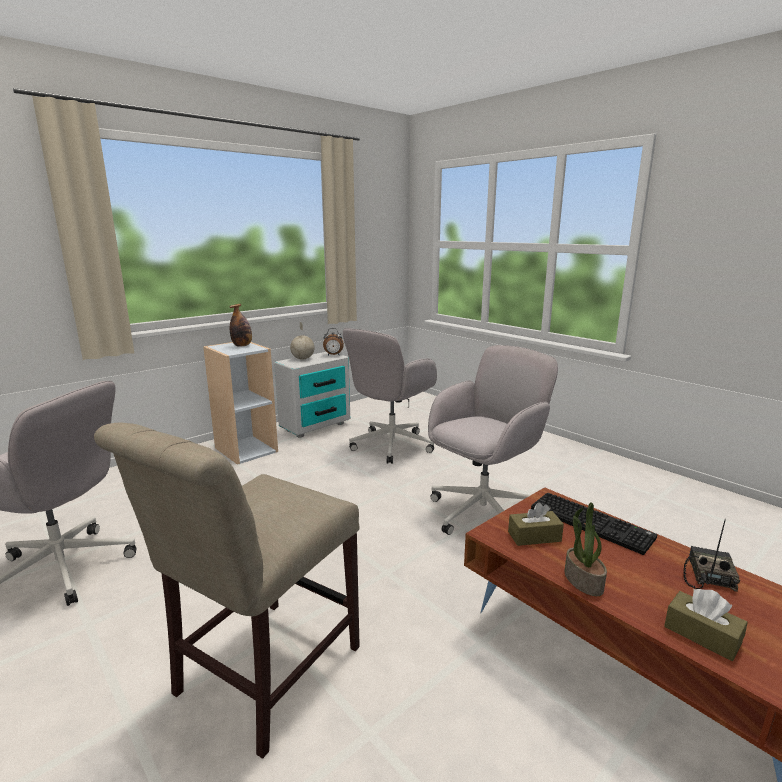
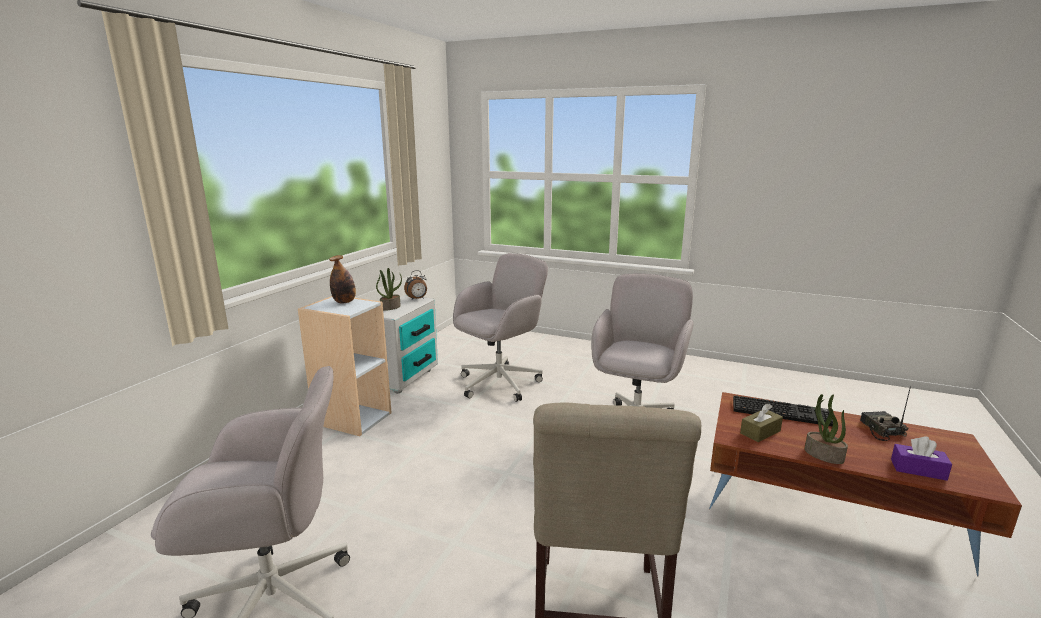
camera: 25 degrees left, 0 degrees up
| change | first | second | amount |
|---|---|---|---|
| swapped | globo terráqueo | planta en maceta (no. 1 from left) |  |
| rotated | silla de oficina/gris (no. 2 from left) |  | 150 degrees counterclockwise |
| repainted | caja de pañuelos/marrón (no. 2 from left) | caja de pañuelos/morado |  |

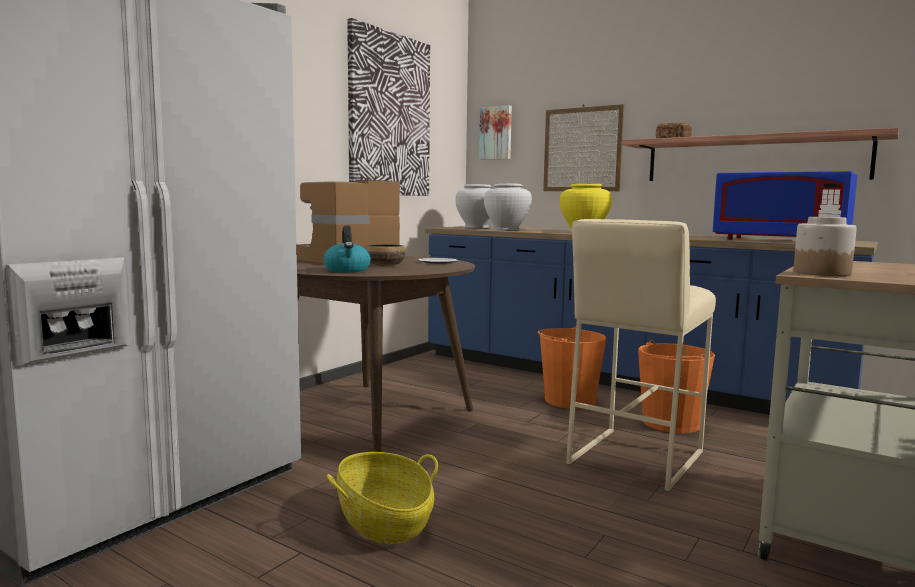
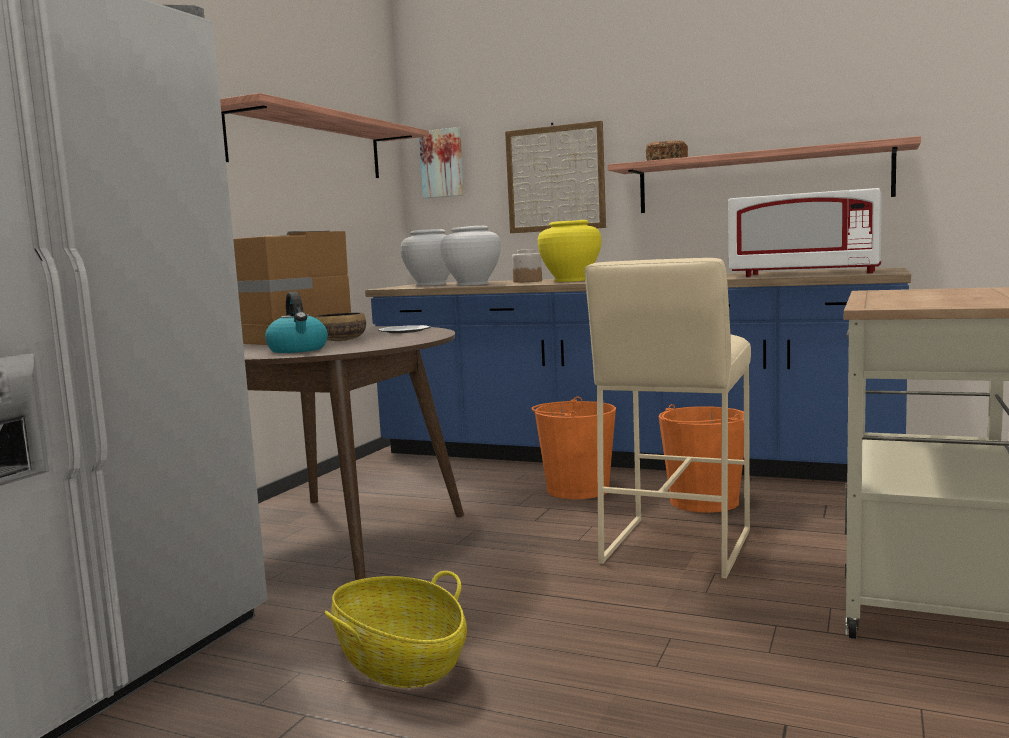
camera: 10 degrees left, 0 degrees up
| change | first | second | amount |
|---|---|---|---|
| swapped | cuadro (no. 1 from left) | estante (no. 1 from left) |  |
| repainted | microondas/azul | microondas/blanco |  |
| shifted | tarro |  |  |

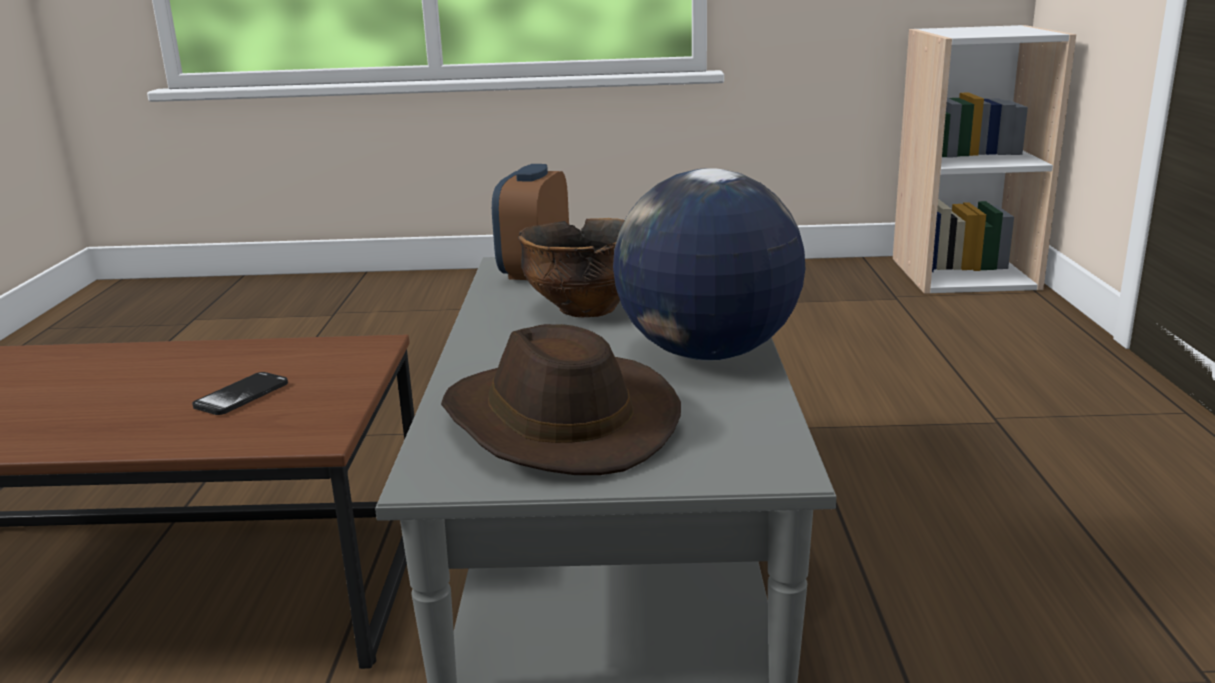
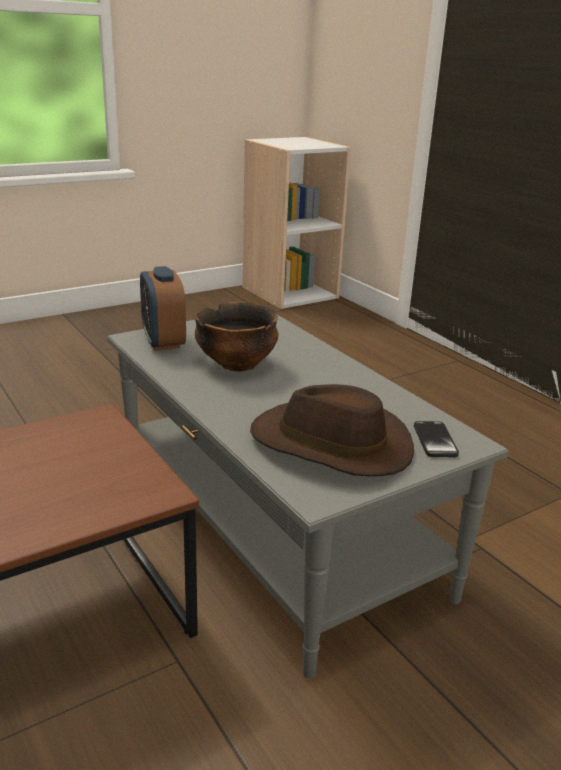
camera: 35 degrees left, 5 degrees up
| change | first | second | amount |
|---|---|---|---|
| gone | globo terráqueo |  |  |
| shifted | móvil |  |  |

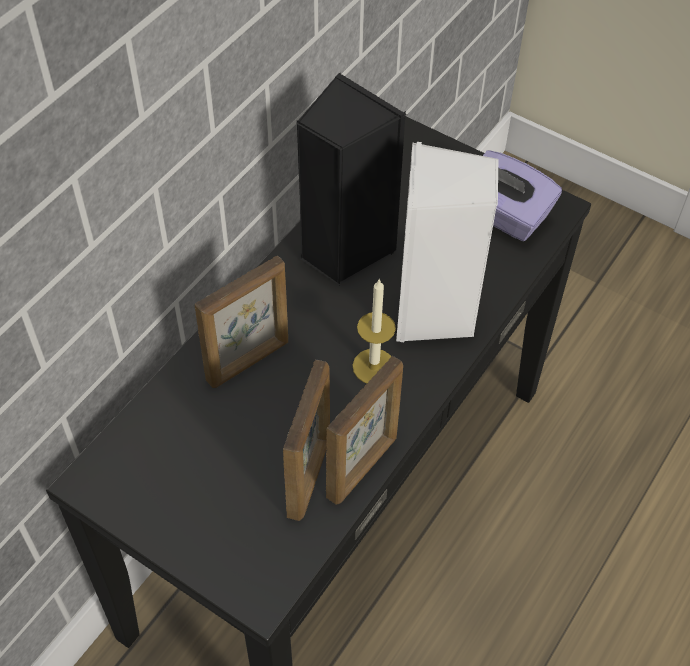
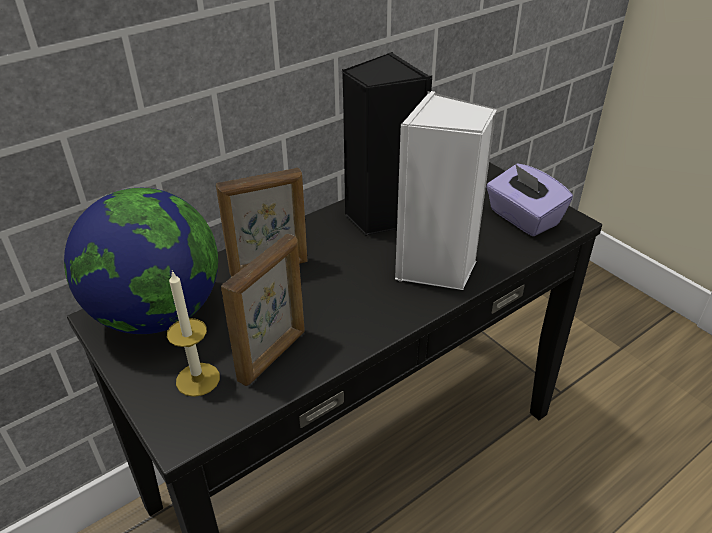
camera: 20 degrees right, 15 degrees down
| change | first | second | amount |
|---|---|---|---|
| shifted | vela |  |  |
| gone | portarretratos (no. 3 from left) |  |  |
| new |  | globo terráqueo |  |

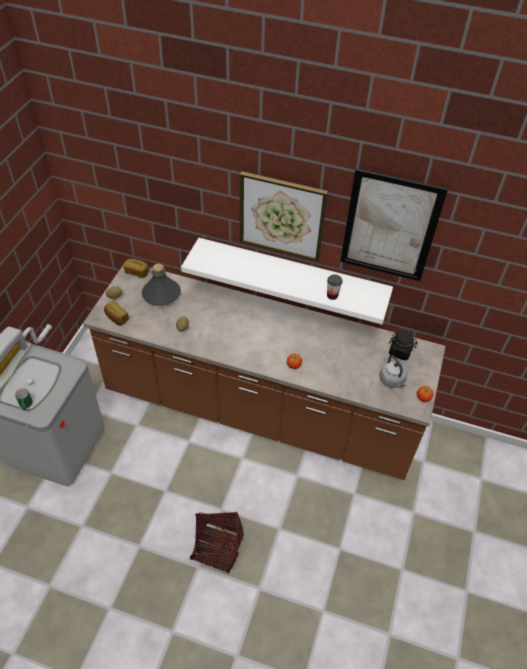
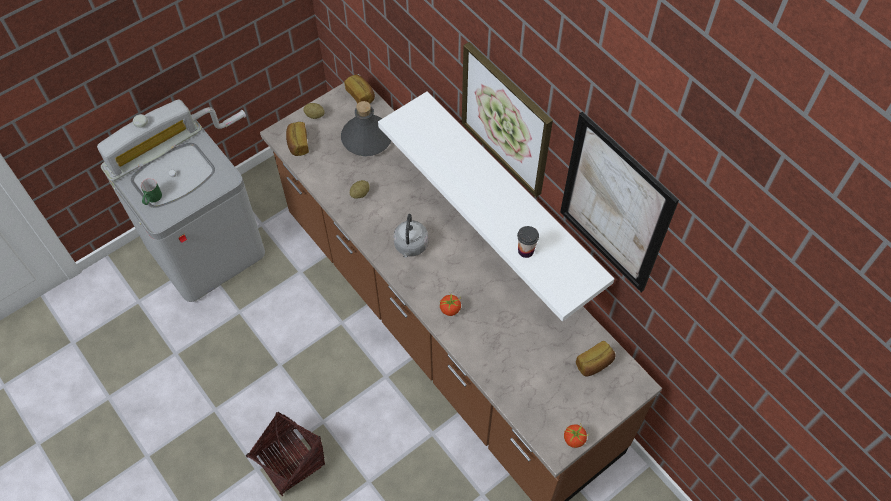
camera: 35 degrees right, 10 degrees up
| change | first | second | amount |
|---|---|---|---|
| swapped | tarro/negro | pan (no. 3 from left) |  |
| shifted | hervidor/gris |  |  |

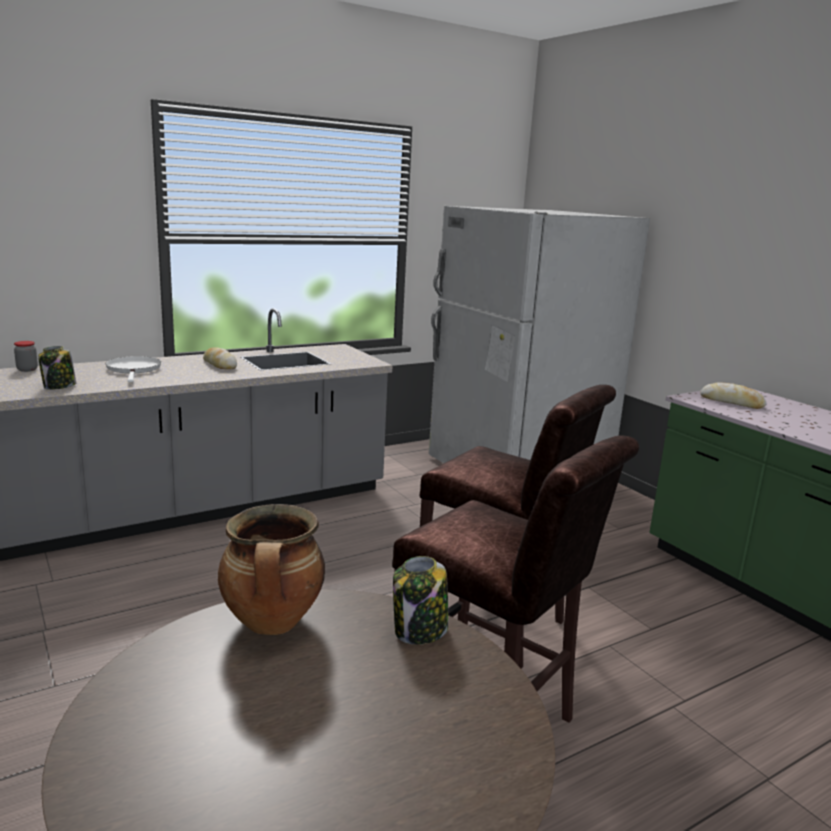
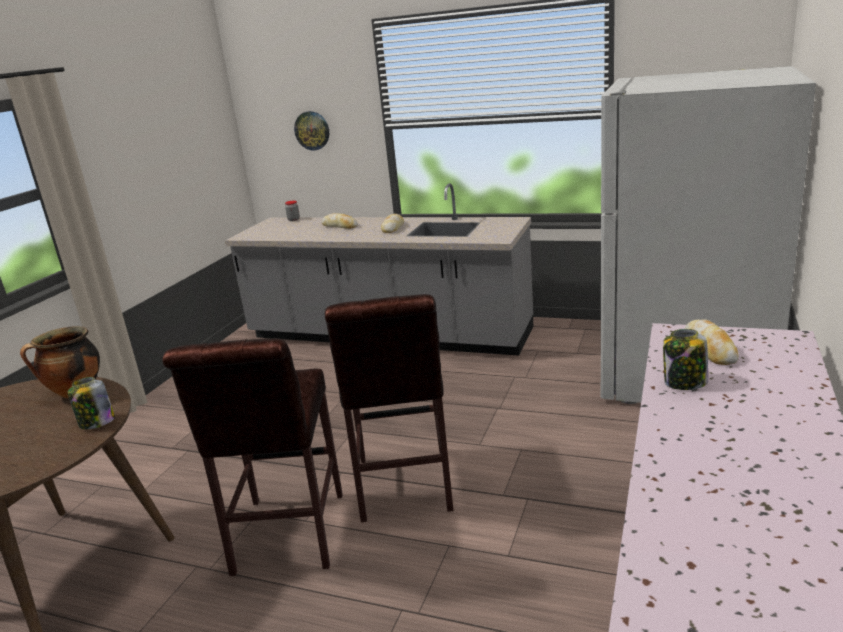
camera: 55 degrees right, 5 degrees up
| change | first | second | amount |
|---|---|---|---|
| shifted | tarro (no. 2 from left in the first image) | tarro (no. 3 from left) |  |
| swapped | sartén/blanco | pan (no. 1 from left) |  |
| new |  | reloj de pared |  |

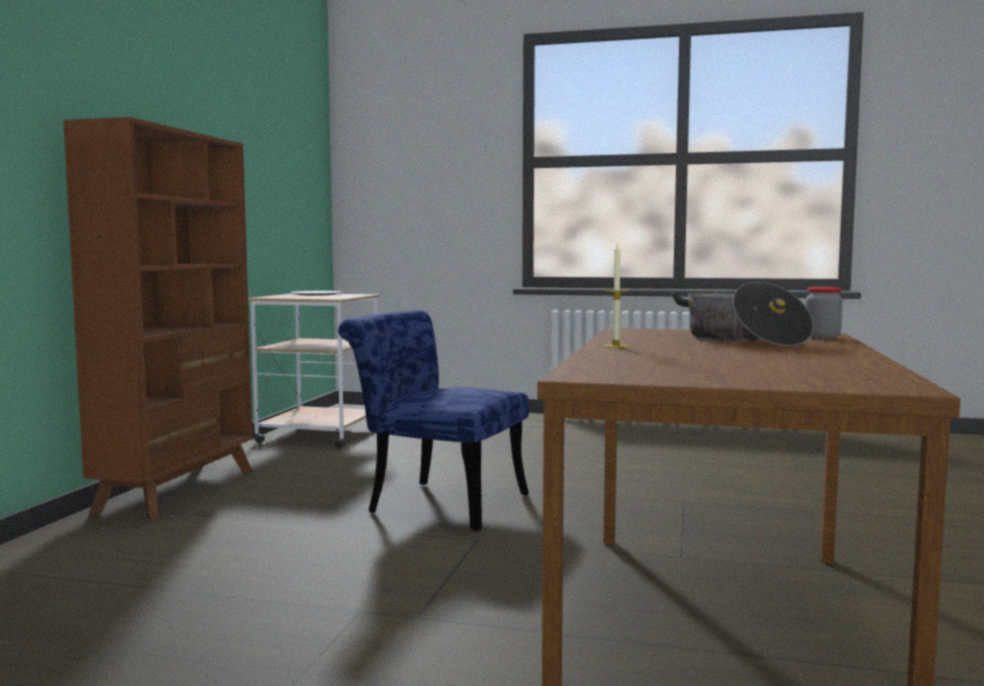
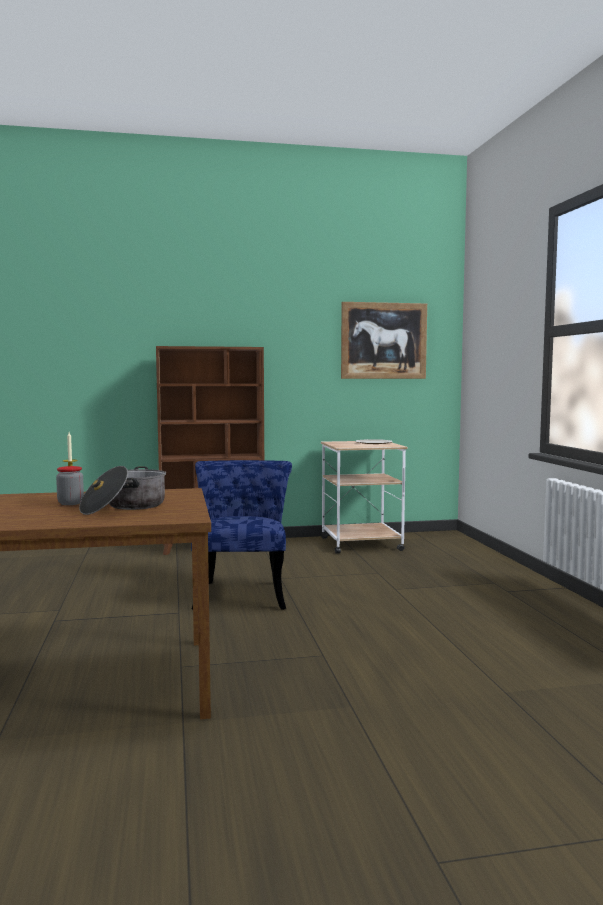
camera: 65 degrees right, 0 degrees up
| change | first | second | amount |
|---|---|---|---|
| shifted | tarro |  |  |
| new |  | cuadro |  |

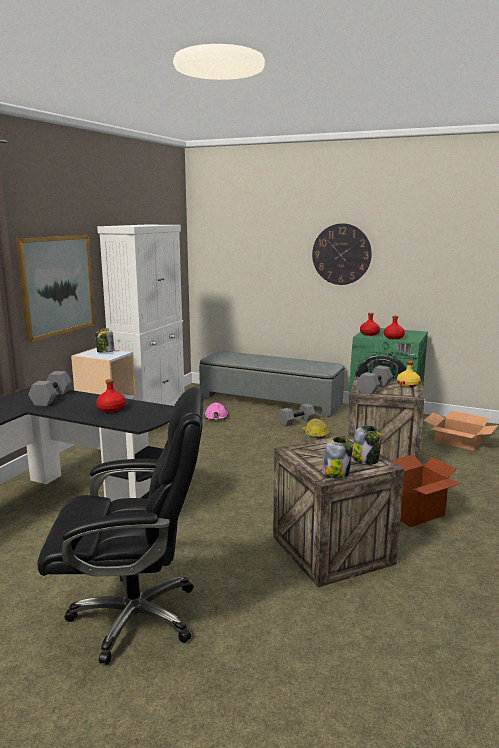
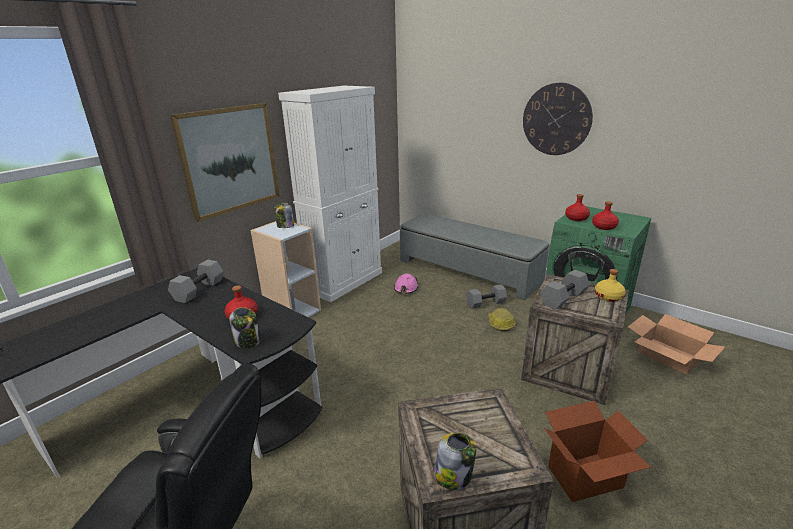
camera: 15 degrees right, 10 degrees up
| change | first | second | amount |
|---|---|---|---|
| shifted | tarro (no. 3 from left in the first image) | tarro (no. 1 from left) |  |

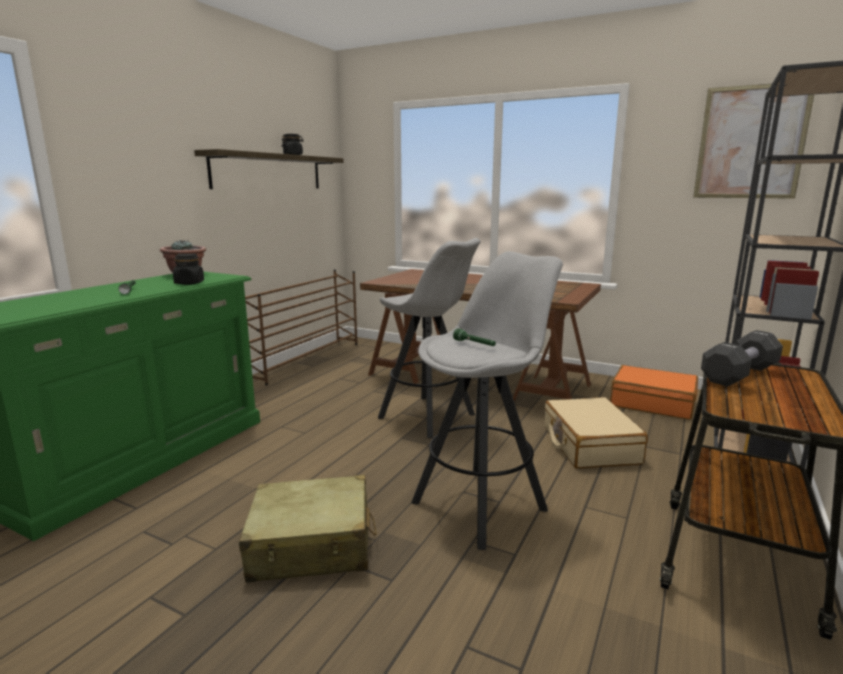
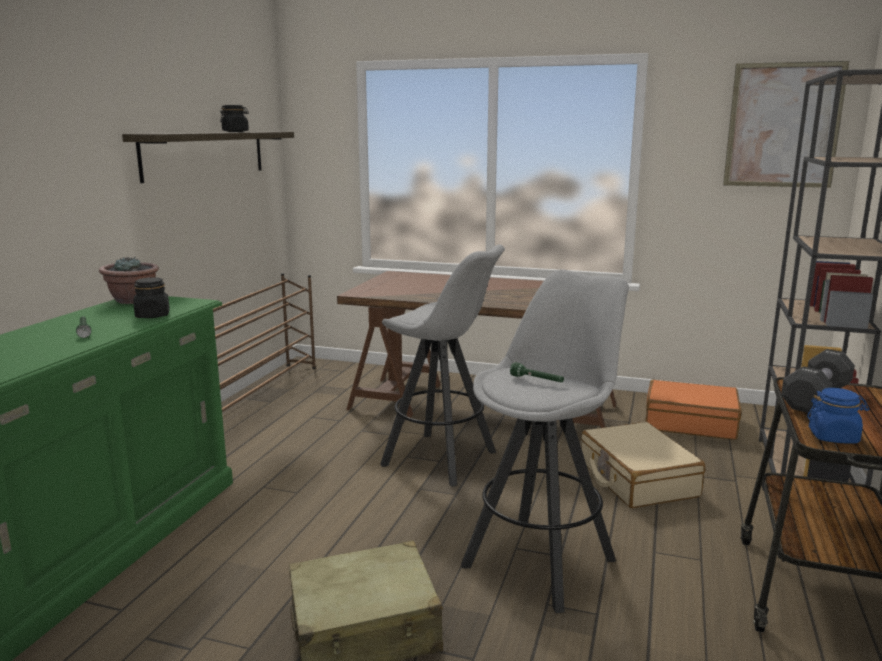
camera: 10 degrees left, 0 degrees up
| change | first | second | amount |
|---|---|---|---|
| new |  | tarro/azul |  |

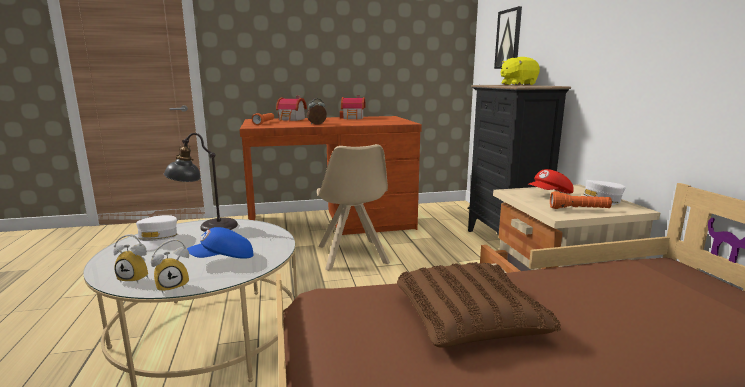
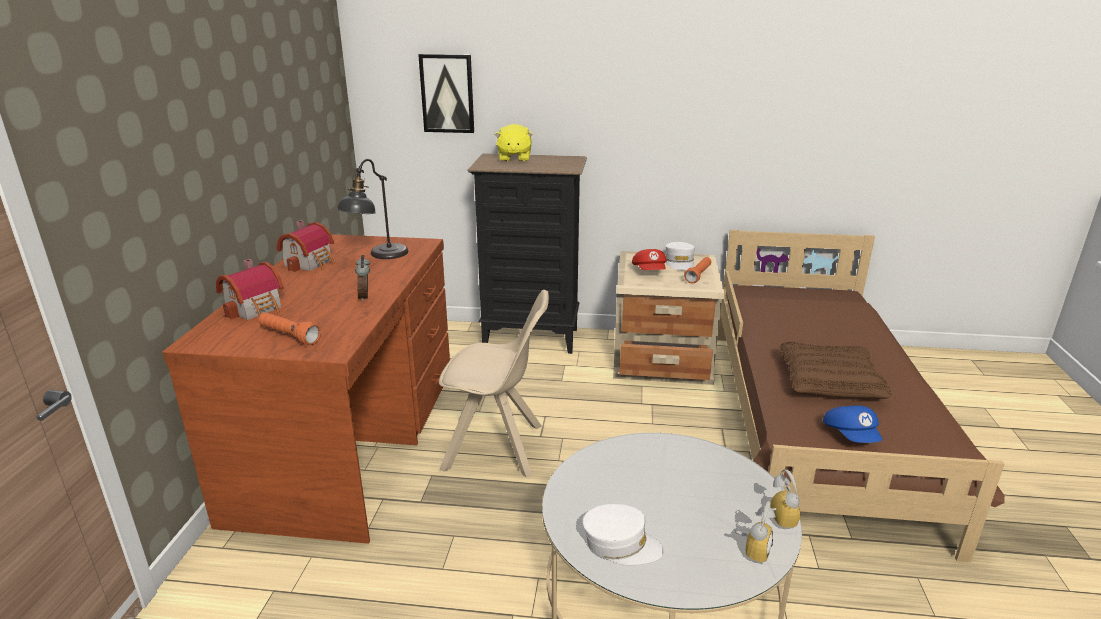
camera: 70 degrees left, 10 degrees up
| change | first | second | amount |
|---|---|---|---|
| shifted | lámpara de mesa/gris |  |  |
| shifted | gorra/azul |  |  |

